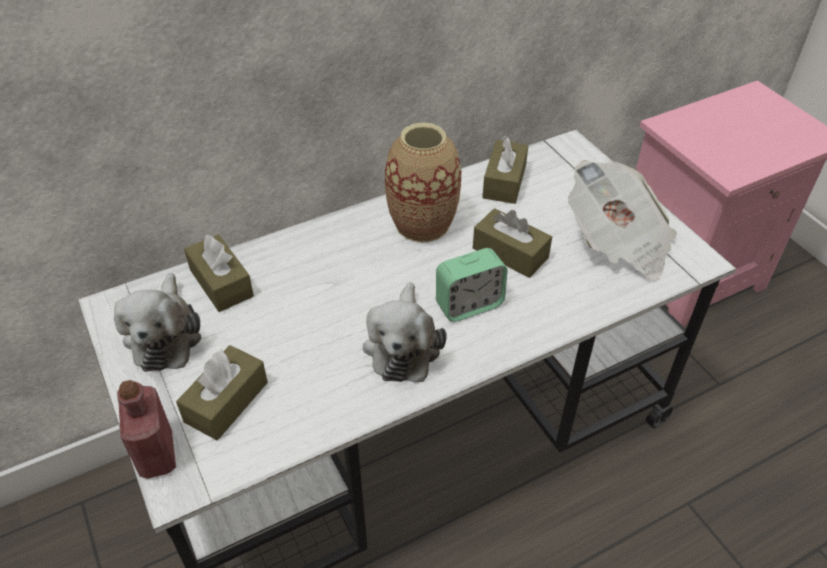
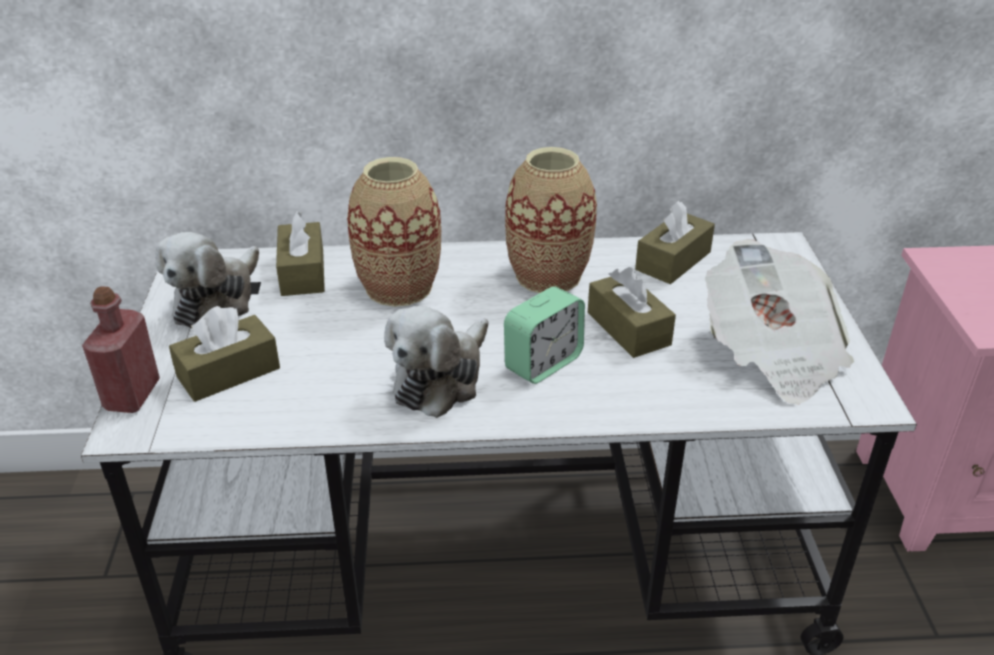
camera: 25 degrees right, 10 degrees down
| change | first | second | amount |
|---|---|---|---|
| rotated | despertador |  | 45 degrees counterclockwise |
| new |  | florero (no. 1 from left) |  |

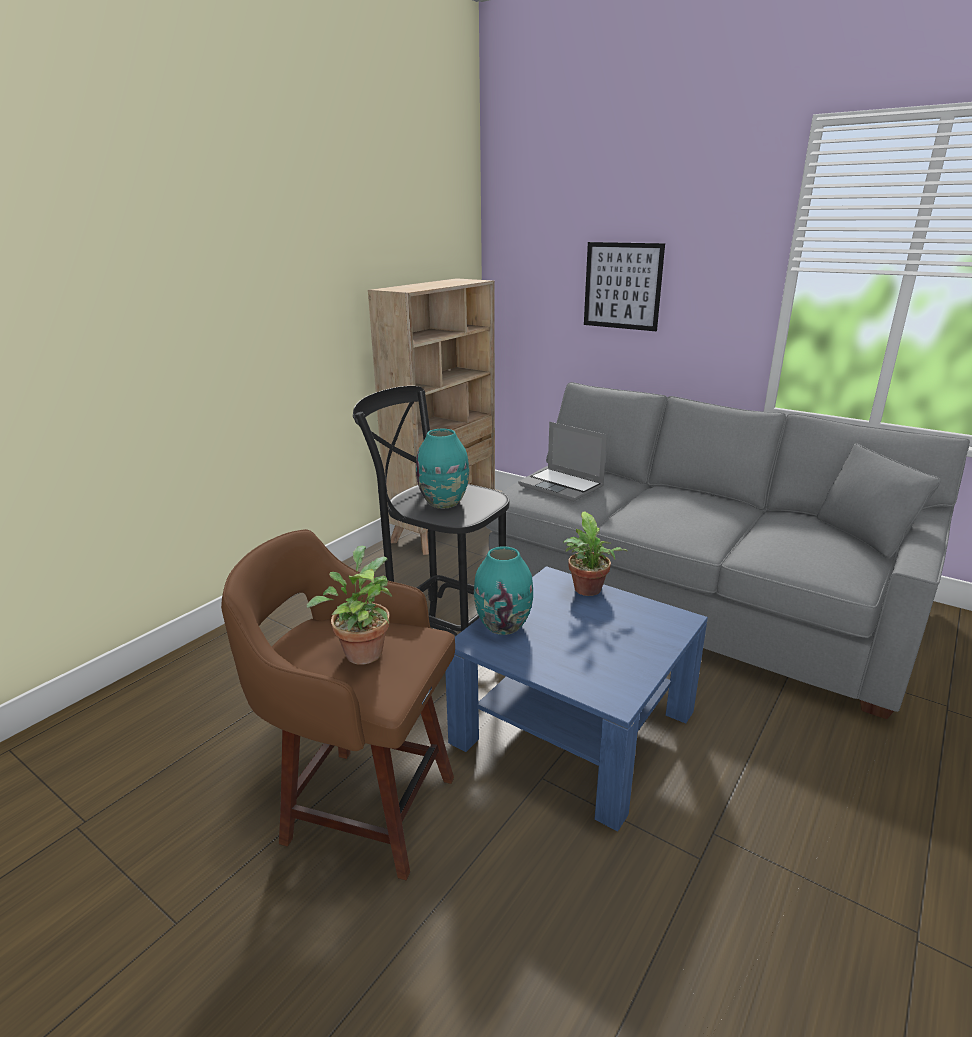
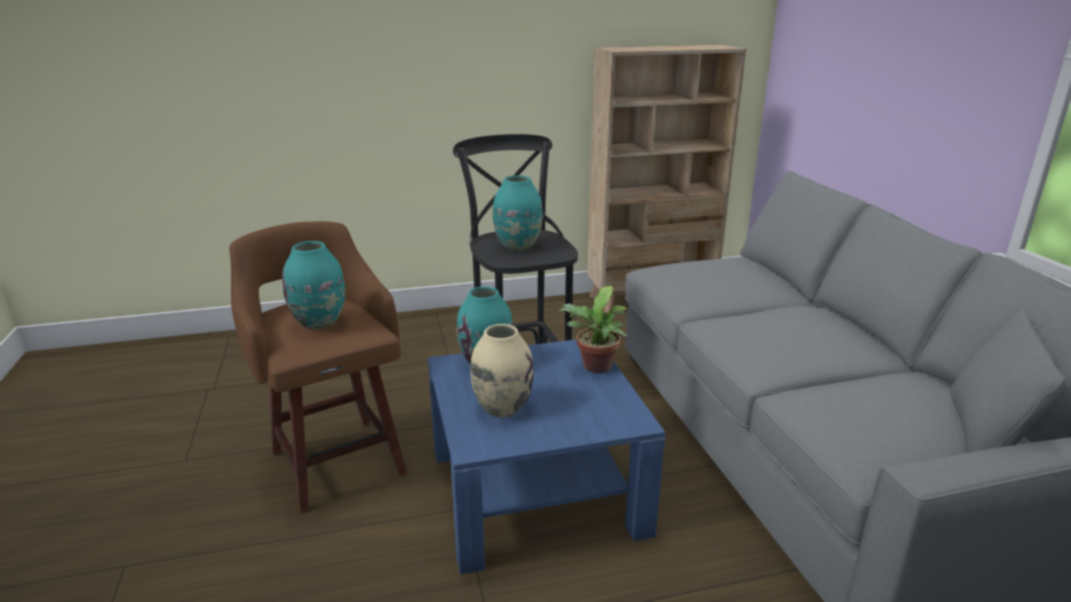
camera: 40 degrees right, 0 degrees up
| change | first | second | amount |
|---|---|---|---|
| gone | cuadro |  |  |
| gone | portátil |  |  |
| swapped | planta en maceta (no. 1 from left) | florero/turquesa (no. 1 from left) |  |
| new |  | florero/beis |  |

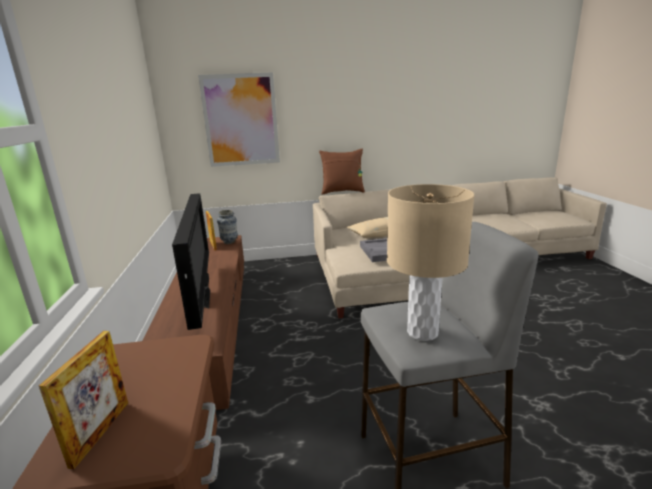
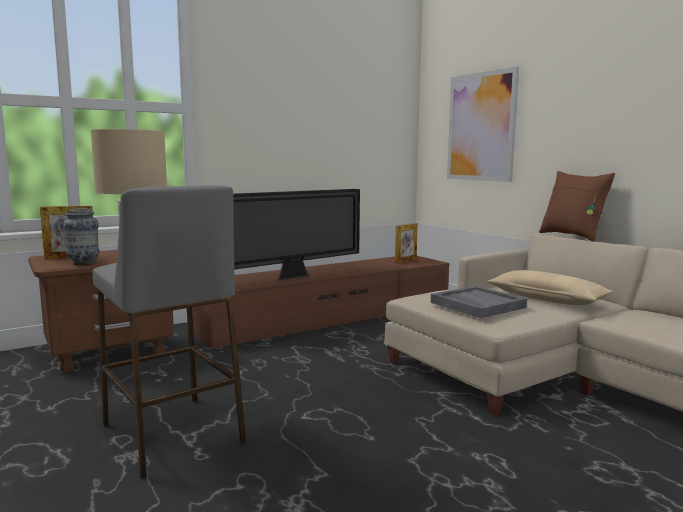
camera: 65 degrees right, 10 degrees down
| change | first | second | amount |
|---|---|---|---|
| shifted | florero |  |  |

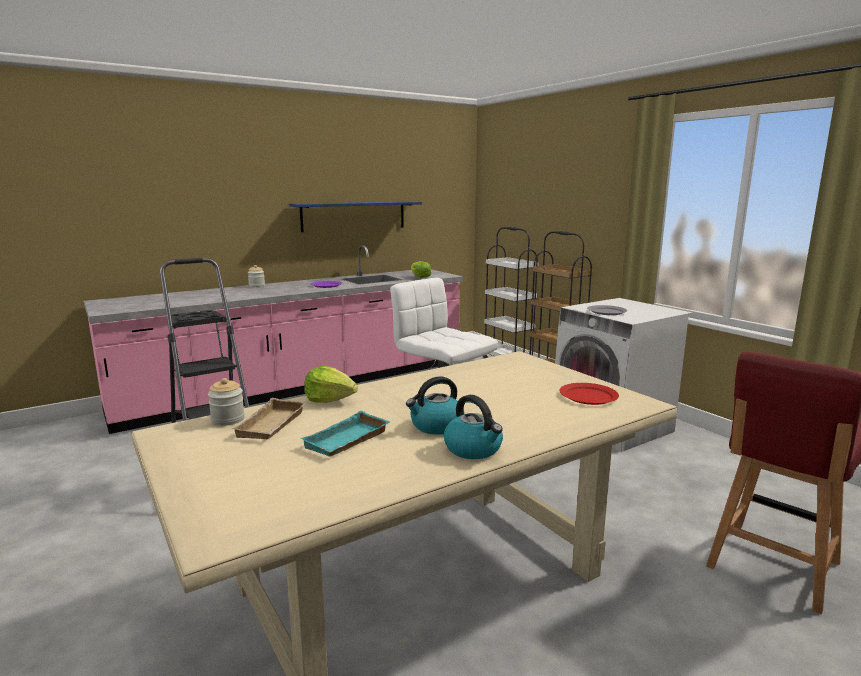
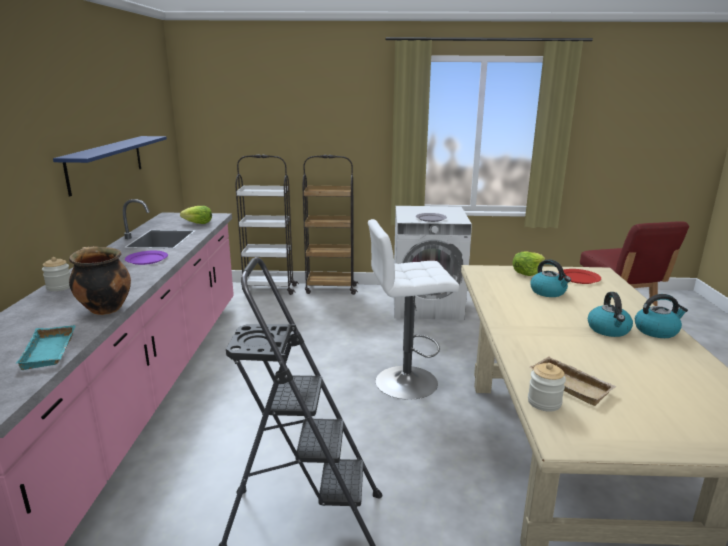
camera: 55 degrees left, 5 degrees up
| change | first | second | amount |
|---|---|---|---|
| shifted | lechuga (no. 1 from left in the first image) | lechuga (no. 2 from left) |  |
| shifted | bandeja/turquesa |  |  |
| new |  | olla |  |
| new |  | hervidor (no. 1 from left) |  |

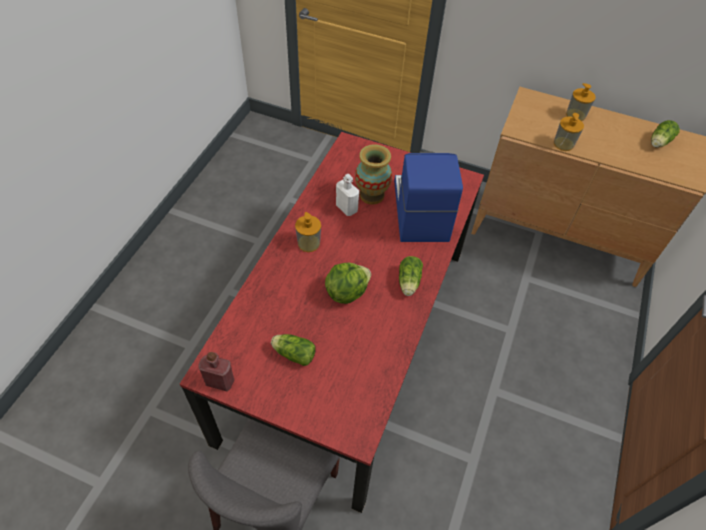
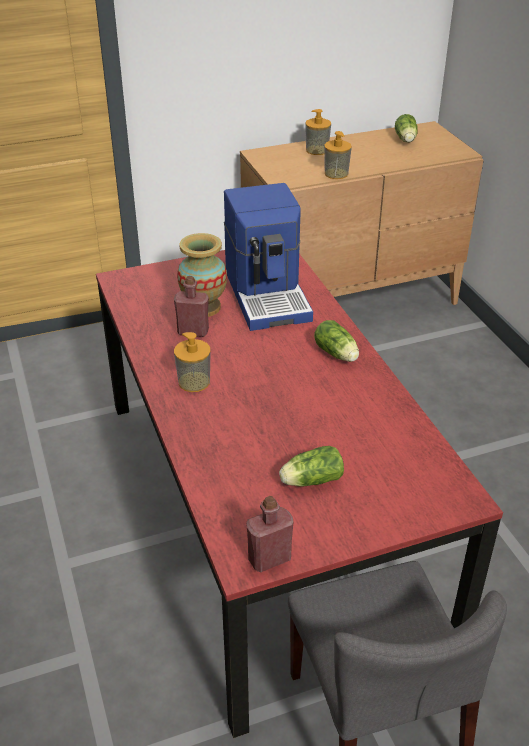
camera: 40 degrees left, 15 degrees down
| change | first | second | amount |
|---|---|---|---|
| rotated | cafetera |  | 150 degrees counterclockwise |
| repainted | botella/blanco | botella/rojo (no. 1 from left) |  |
| gone | lechuga (no. 2 from left) |  |  |

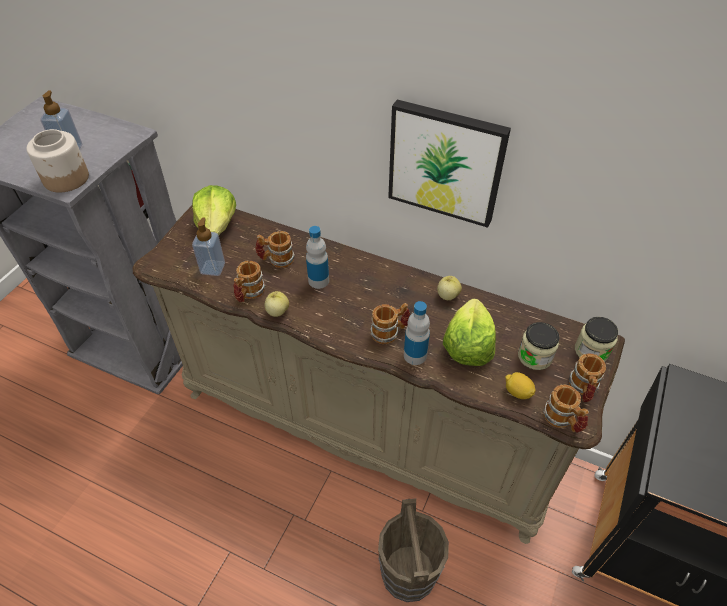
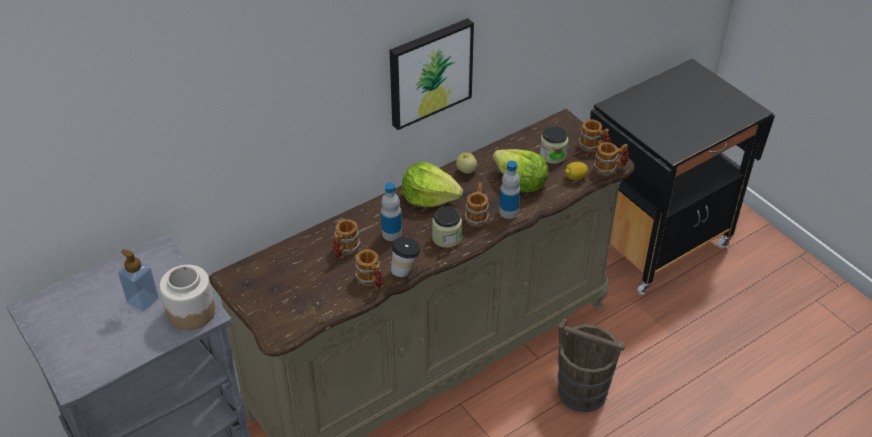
camera: 60 degrees left, 5 degrees down
| change | first | second | amount |
|---|---|---|---|
| shifted | lechuga (no. 1 from left) |  |  |
| gone | dispensador de jabón (no. 2 from left) |  |  |
| swapped | manzana (no. 1 from left) | taza |  |
| shifted | tarro (no. 3 from left in the first image) | tarro (no. 2 from left) |  |

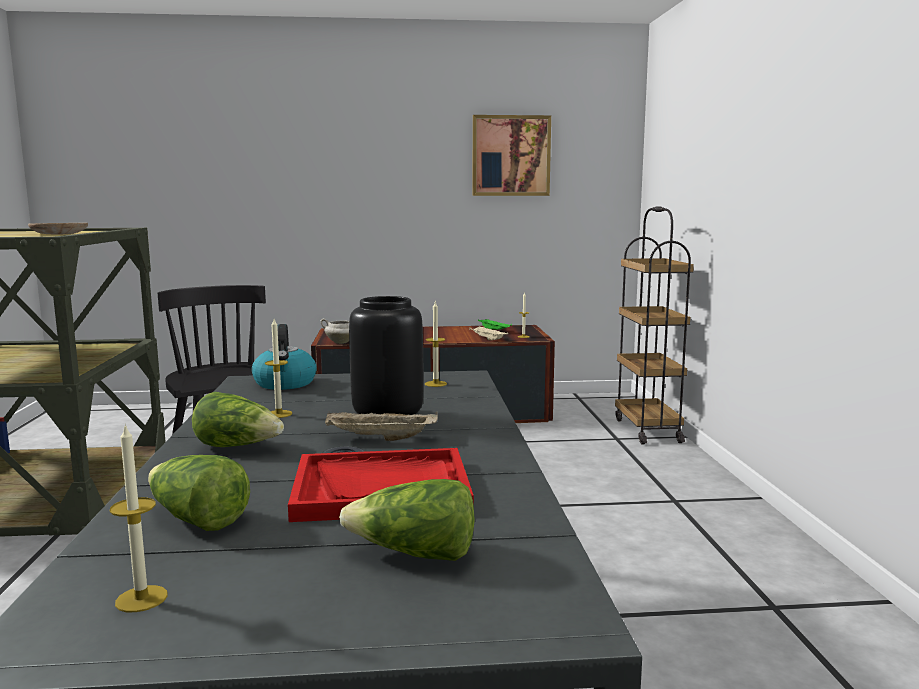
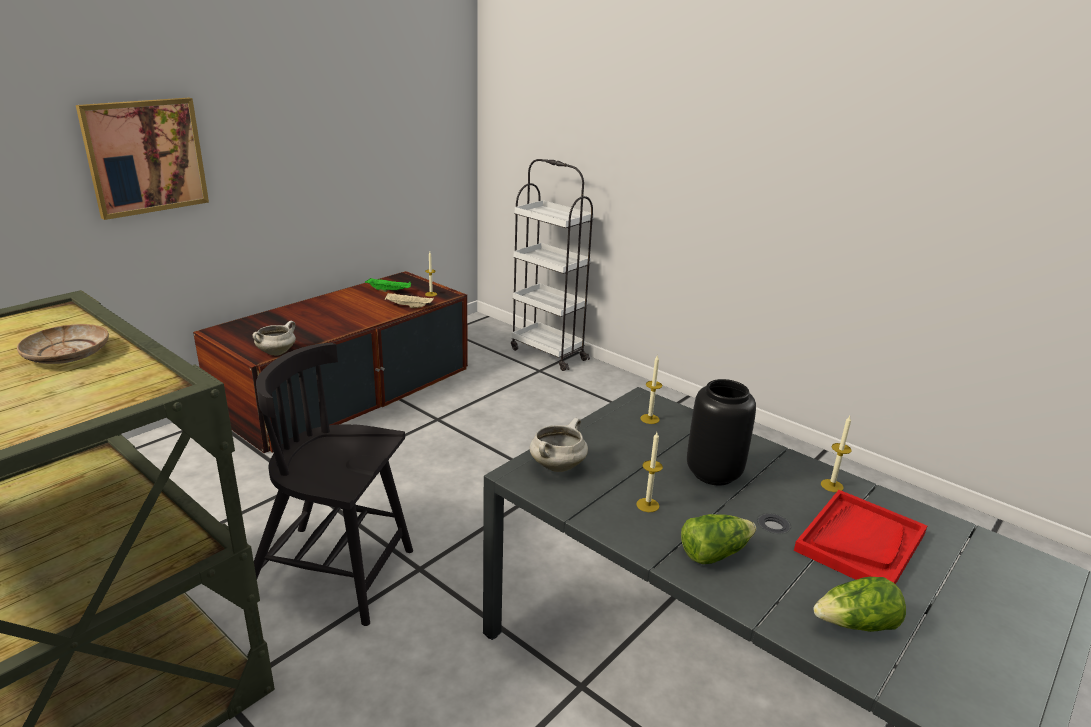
camera: 45 degrees left, 15 degrees up
| change | first | second | amount |
|---|---|---|---|
| shifted | cuadro |  |  |
| repainted | carrito/marrón | carrito/blanco |  |
| swapped | hervidor | olla/blanco (no. 2 from left) |  |
| gone | bandeja/beis (no. 1 from left) |  |  |
| shifted | vela (no. 1 from left in the first image) | vela (no. 4 from left) |  |
| gone | lechuga (no. 3 from left) |  |  |

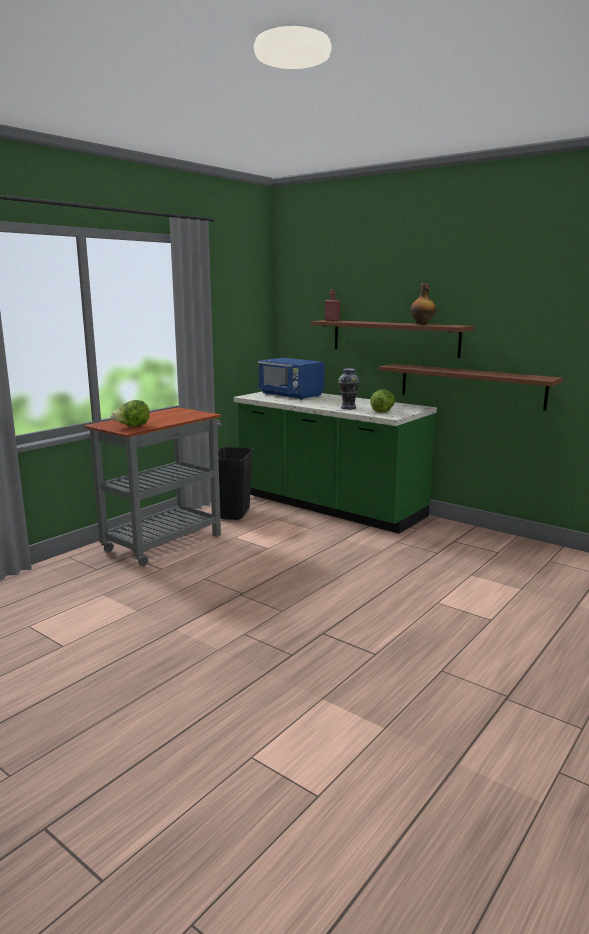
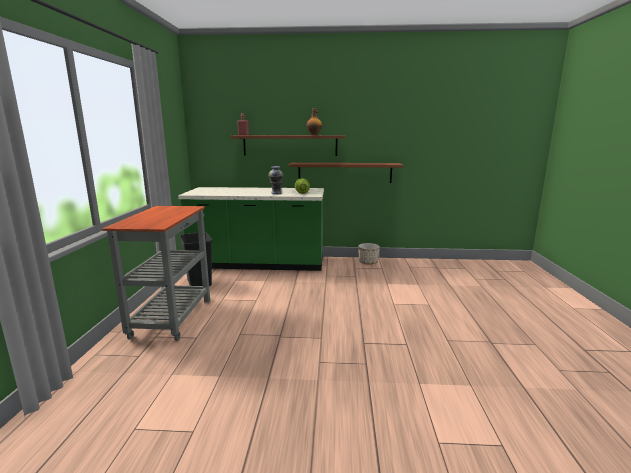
camera: 35 degrees left, 0 degrees up
| change | first | second | amount |
|---|---|---|---|
| gone | microondas/azul |  |  |
| gone | lechuga (no. 1 from left) |  |  |
| new |  | maceta |  |

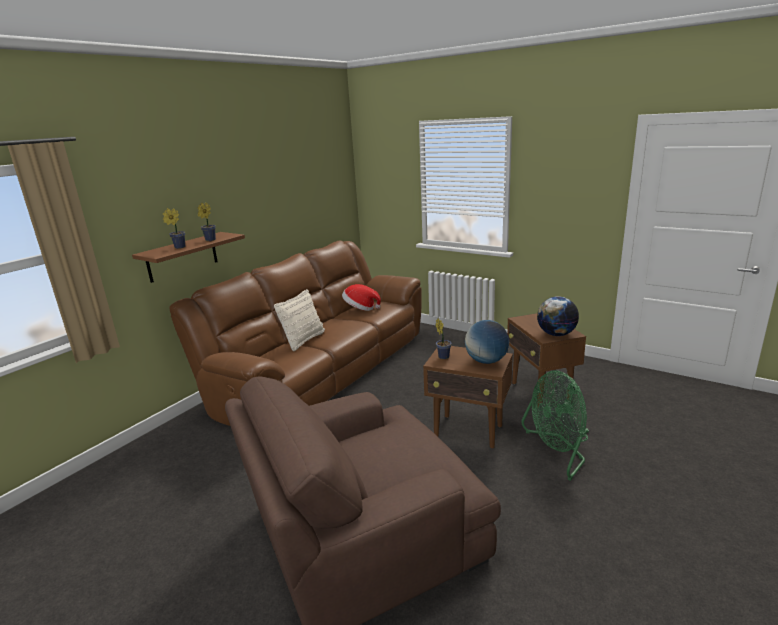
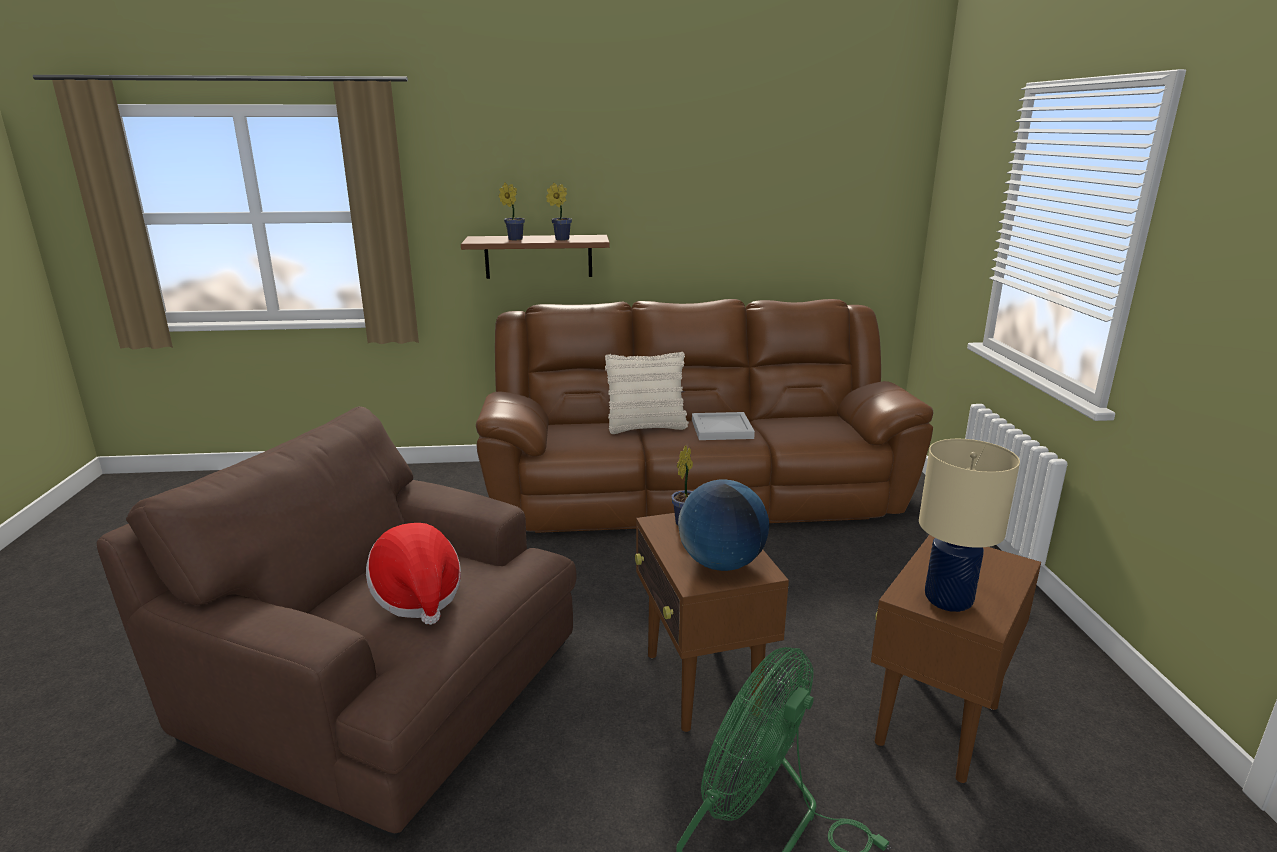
camera: 50 degrees right, 0 degrees up
| change | first | second | amount |
|---|---|---|---|
| shifted | sombrero |  |  |
| swapped | globo terráqueo (no. 2 from left) | lámpara de mesa/beis |  |
| new |  | bandeja/blanco |  |

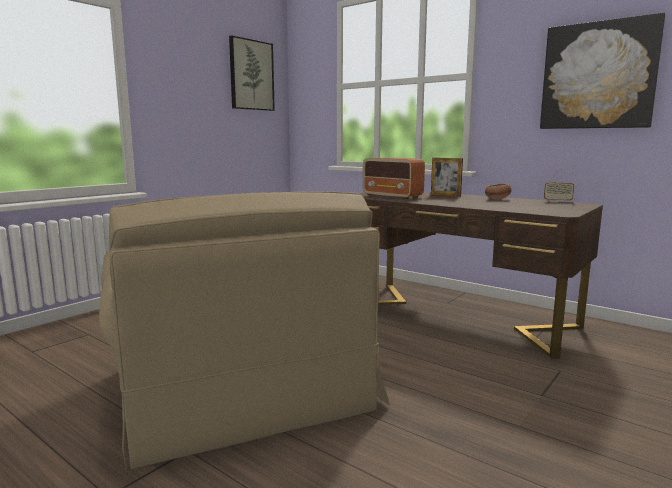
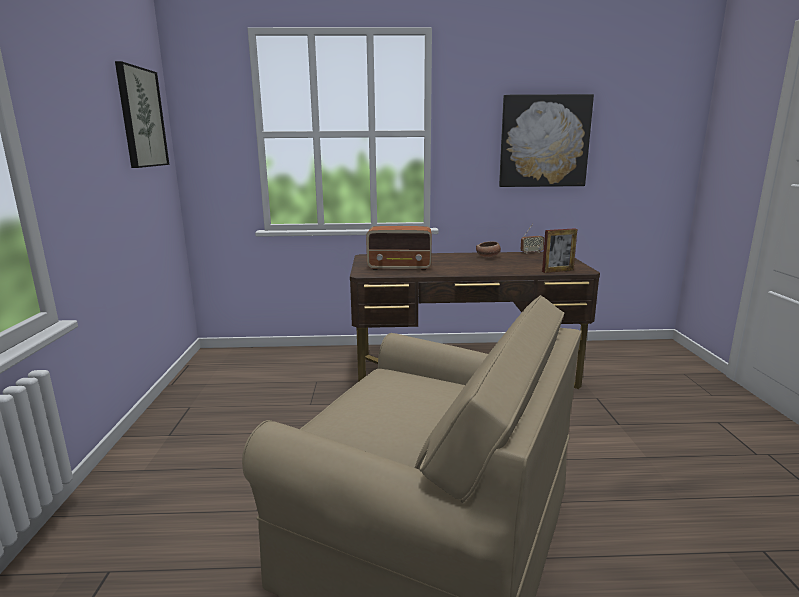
camera: 40 degrees left, 5 degrees up
| change | first | second | amount |
|---|---|---|---|
| shifted | portarretratos |  |  |

